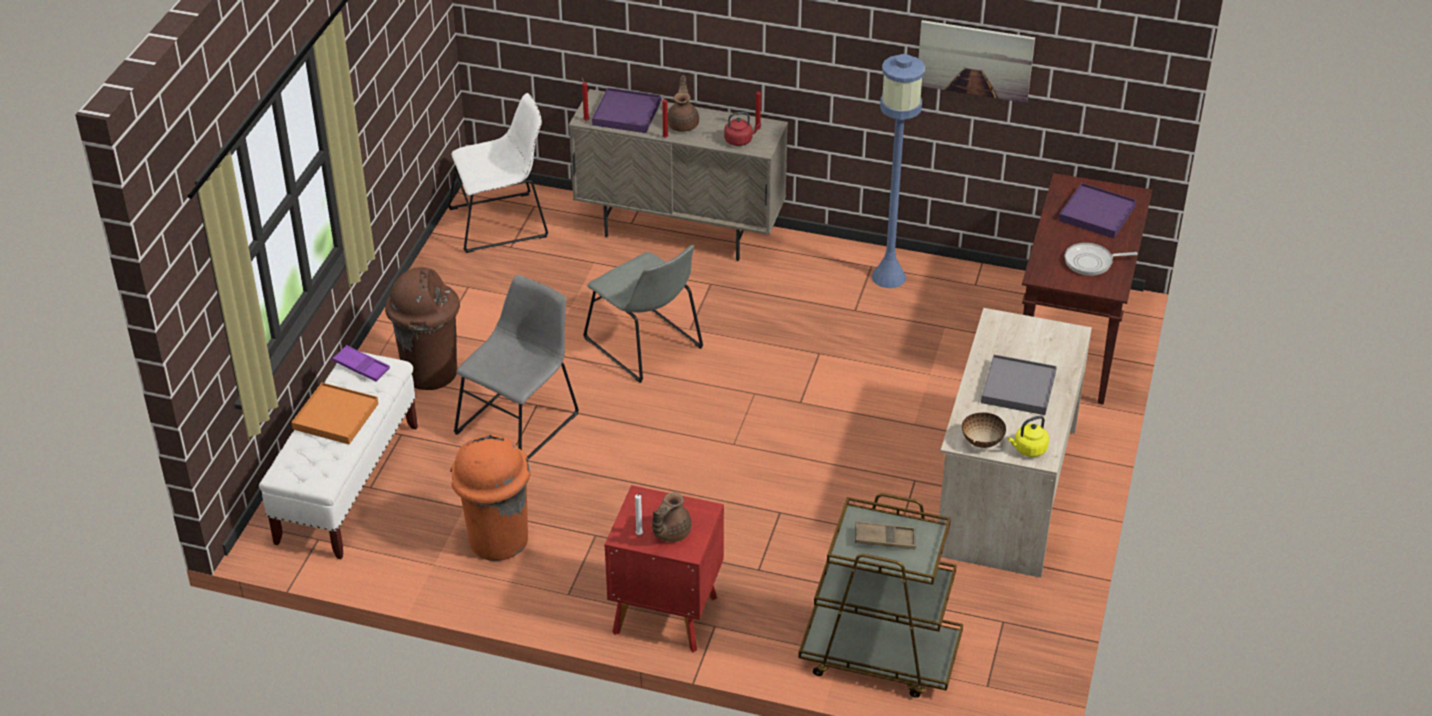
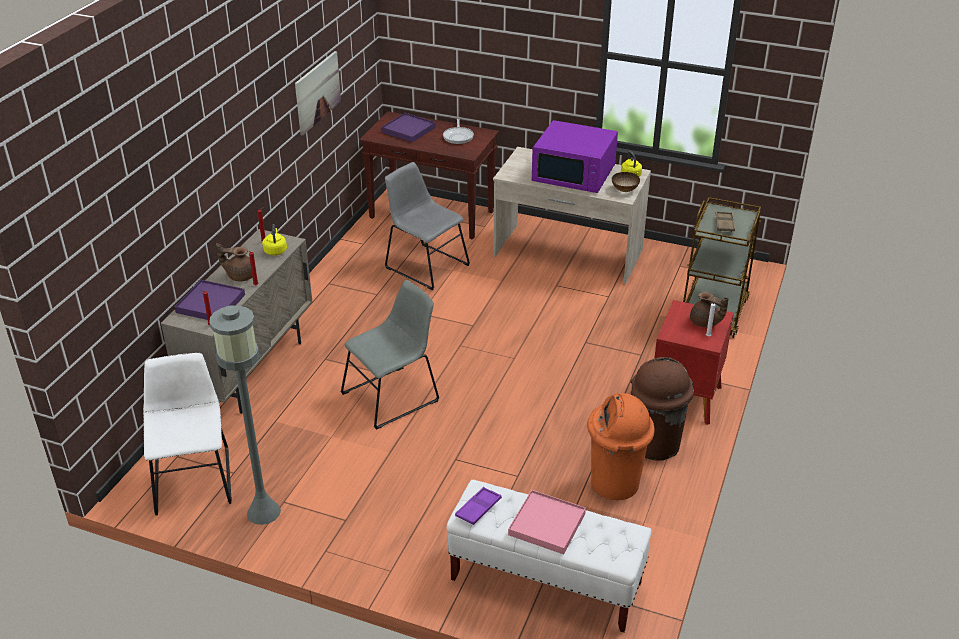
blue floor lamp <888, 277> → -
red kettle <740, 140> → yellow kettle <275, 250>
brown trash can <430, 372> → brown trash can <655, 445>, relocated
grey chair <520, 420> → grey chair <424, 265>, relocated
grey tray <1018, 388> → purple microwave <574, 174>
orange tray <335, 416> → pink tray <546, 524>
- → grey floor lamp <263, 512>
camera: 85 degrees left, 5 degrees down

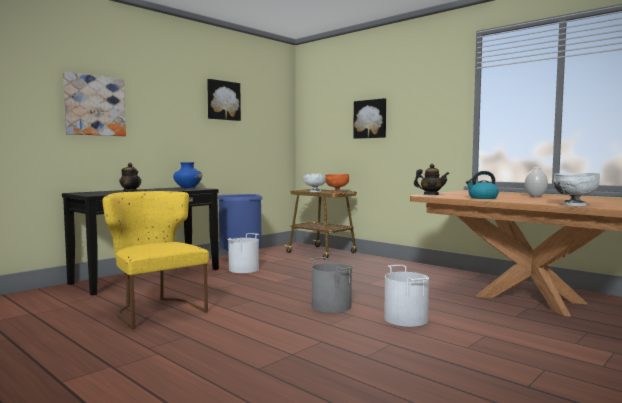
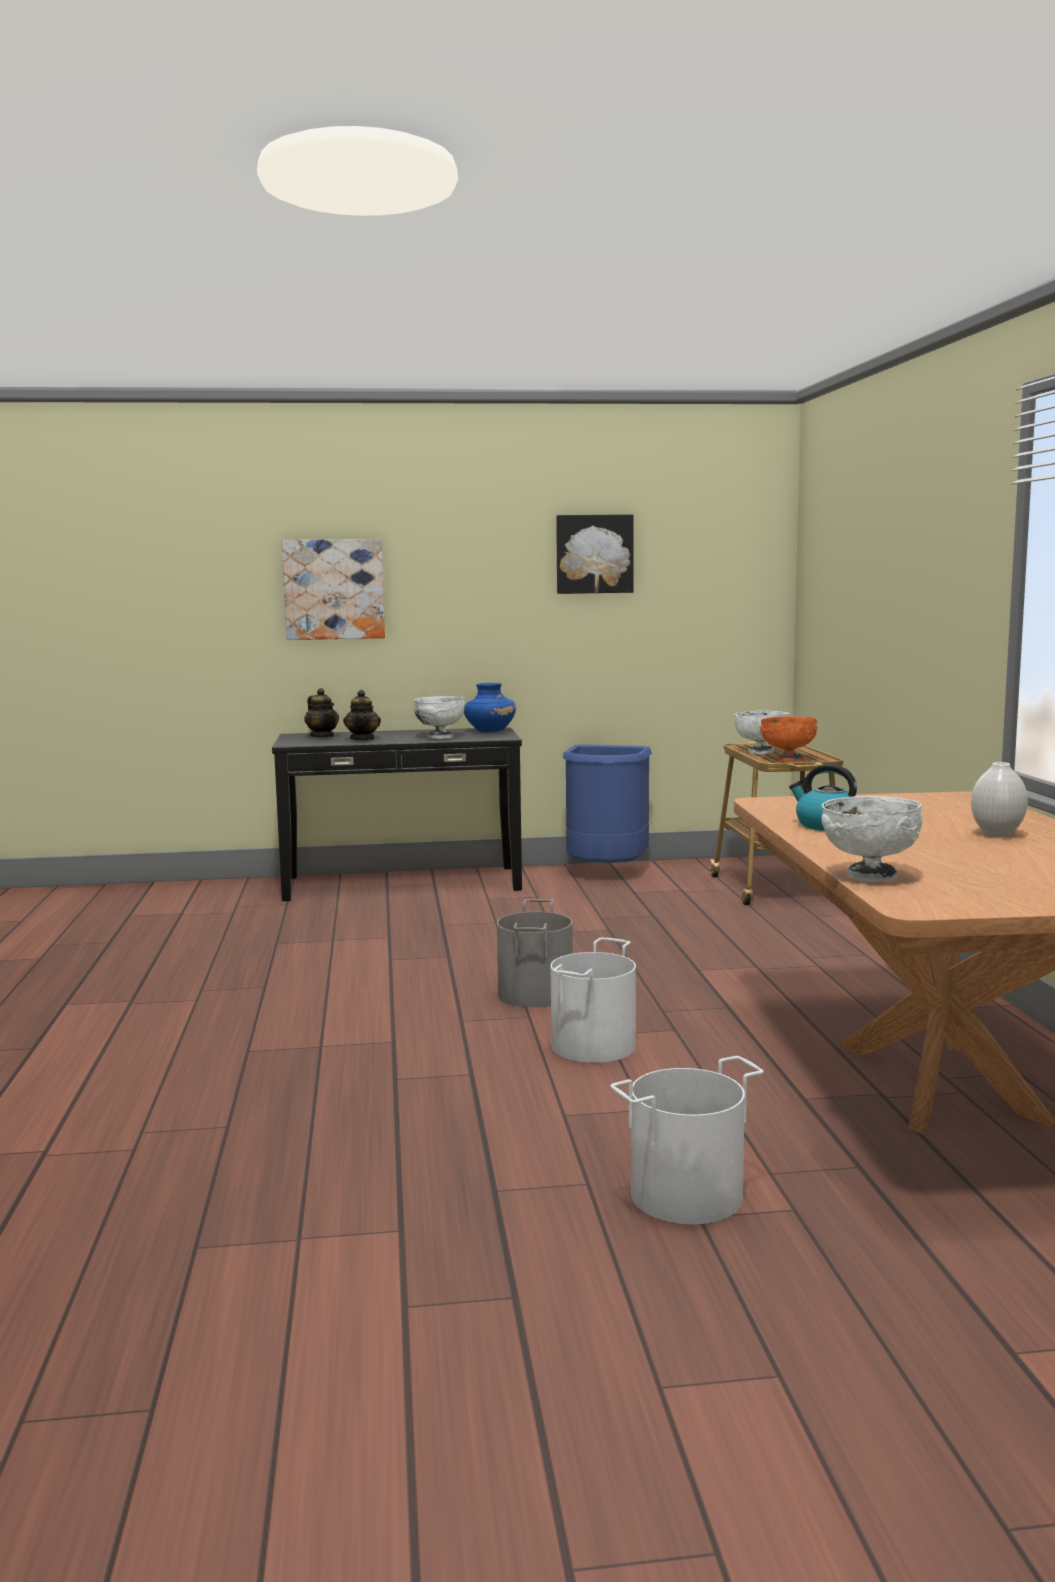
picture <370, 119> → -
teapot <431, 195> → teapot <322, 736>, relocated
yellow chair <156, 310> → -
white bucket <244, 269> → white bucket <687, 1195>, relocated
- → white bowl <439, 737>
camera: 40 degrees right, 5 degrees up

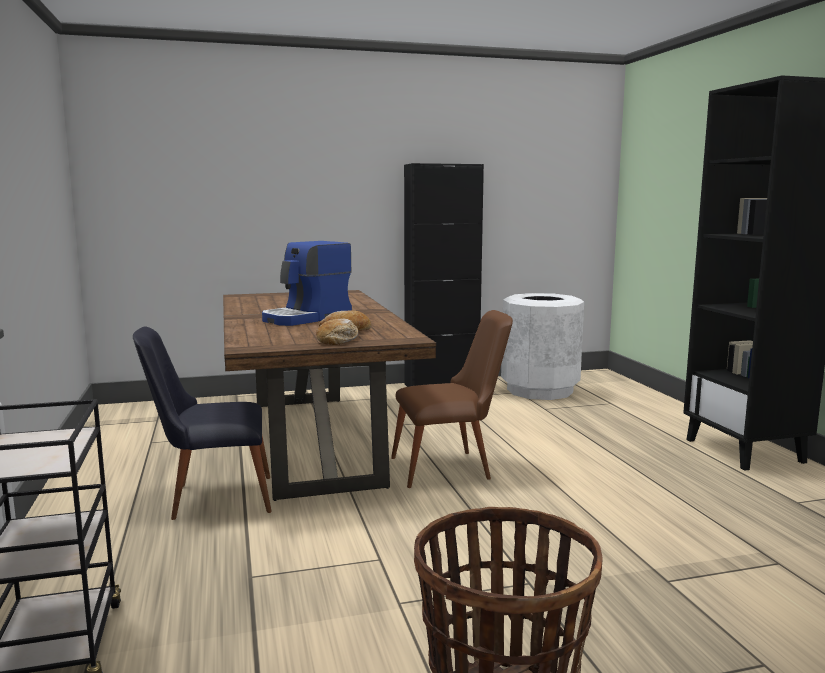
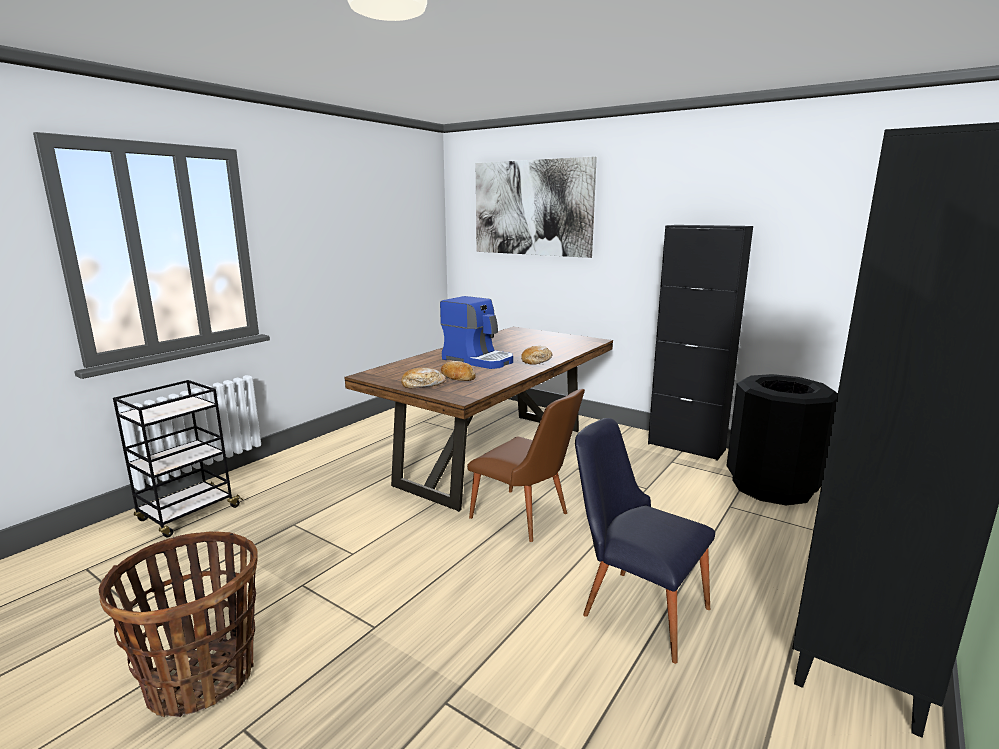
coffee machine <307, 318> → coffee machine <478, 360>, 150 degrees counterclockwise
white trash can <540, 390> → black trash can <772, 486>
black chair <211, 498> → black chair <635, 606>, relocated
- → picture <532, 208>
- → bread <537, 361>
camera: 50 degrees right, 5 degrees up

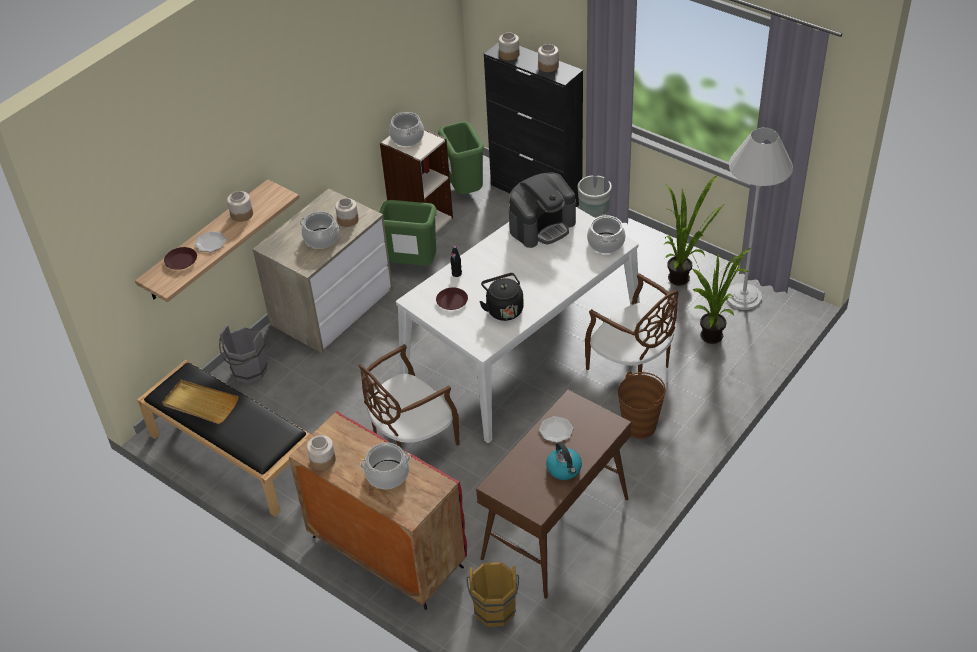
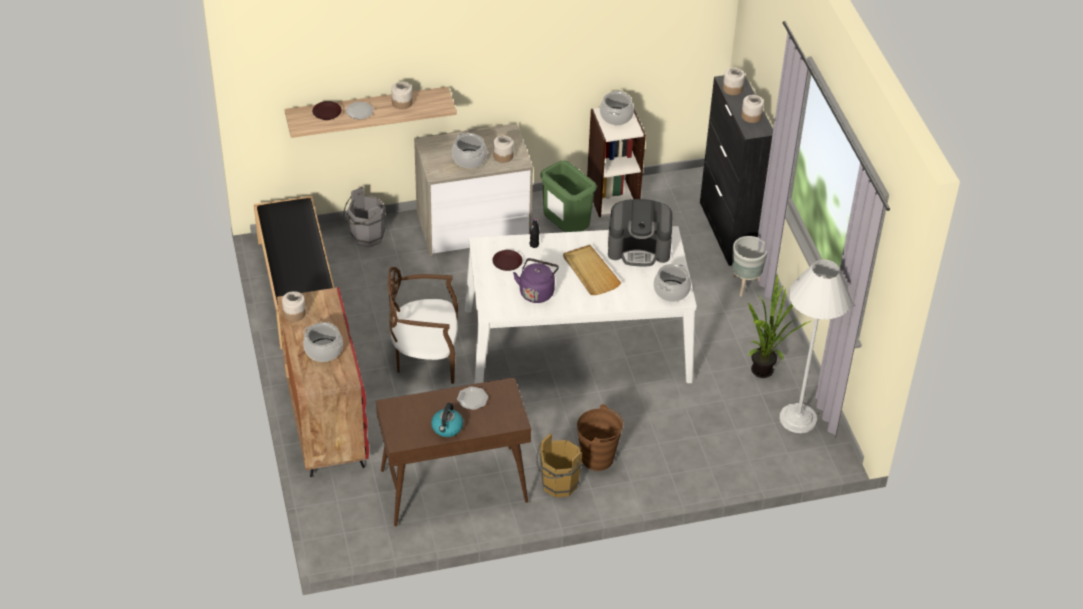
green trash can <465, 191> → -
potted plant <712, 341> → -
black kettle <503, 309> → purple kettle <537, 291>
brown chair <632, 365> → -
beige tray <200, 404> → beige tray <590, 272>, relocated
brown bucket <495, 613> → brown bucket <557, 485>, relocated
camera: 35 degrees right, 0 degrees up

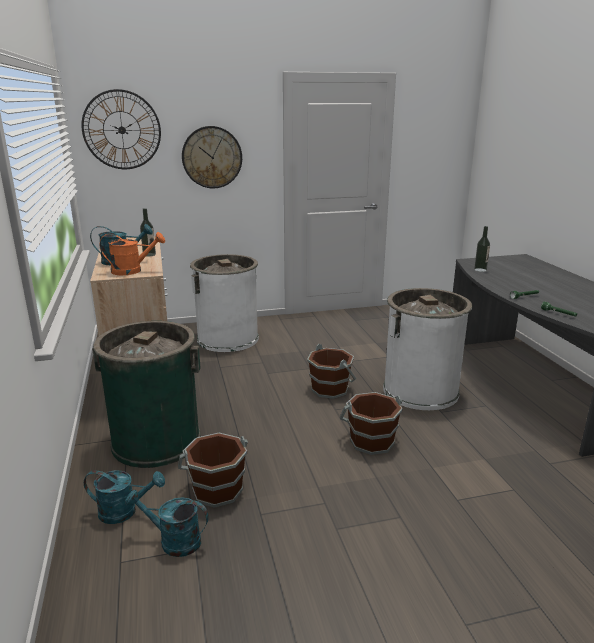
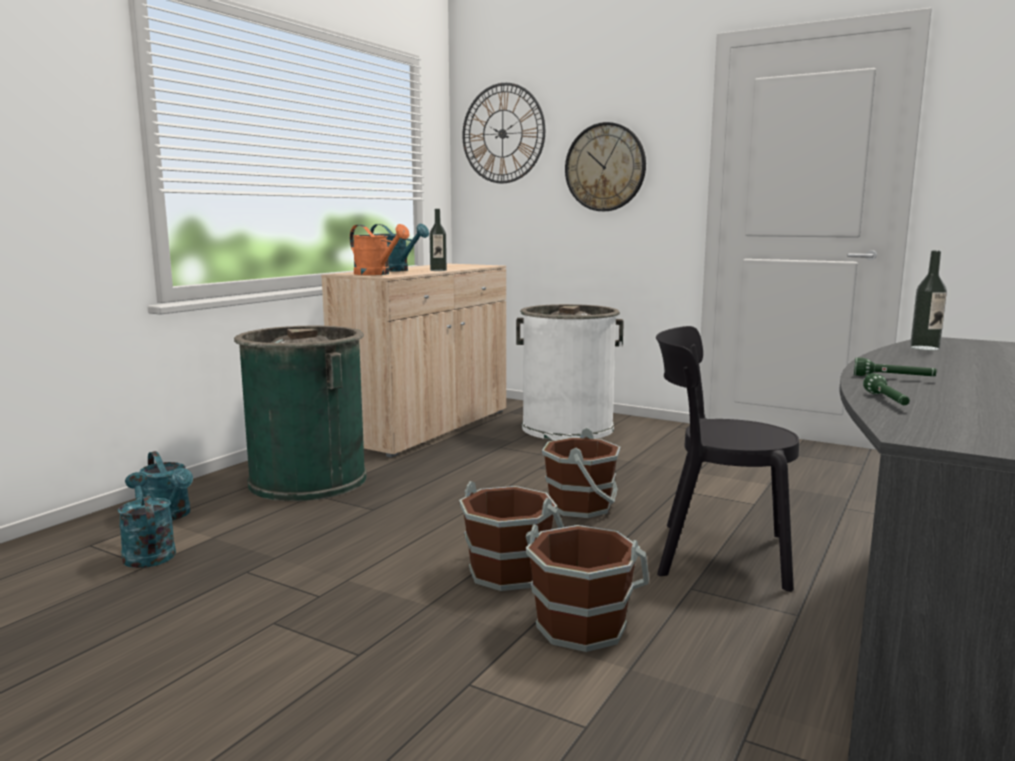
white trash can <420, 390> → black chair <715, 554>
brown bucket <217, 489> → brown bucket <581, 625>, relocated
camera: 45 degrees right, 10 degrees down

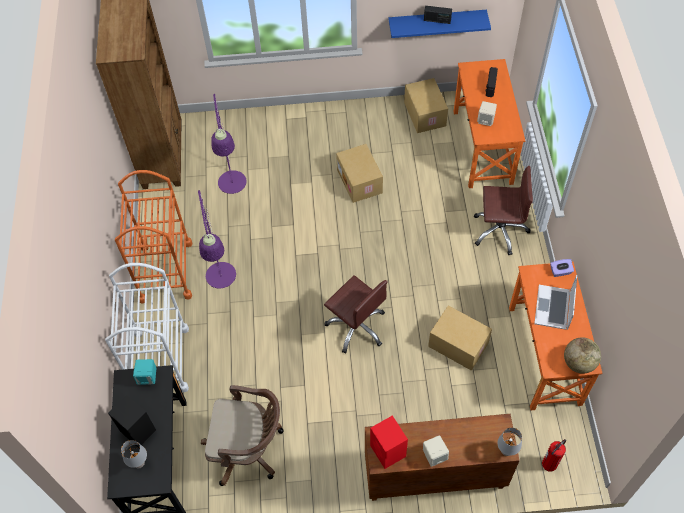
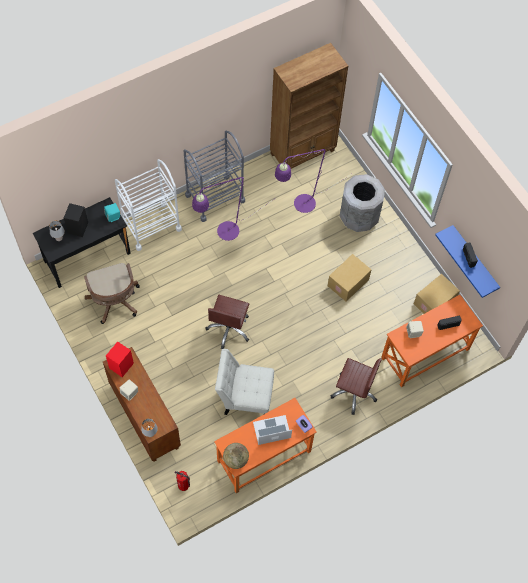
brown office chair <499, 230> → brown office chair <354, 392>, 45 degrees counterclockwise
orange cart <166, 271> → grey cart <215, 198>
cardboard box <457, 345> → white chair <245, 397>
- → grey trash can <358, 217>
camera: 60 degrees right, 5 degrees up

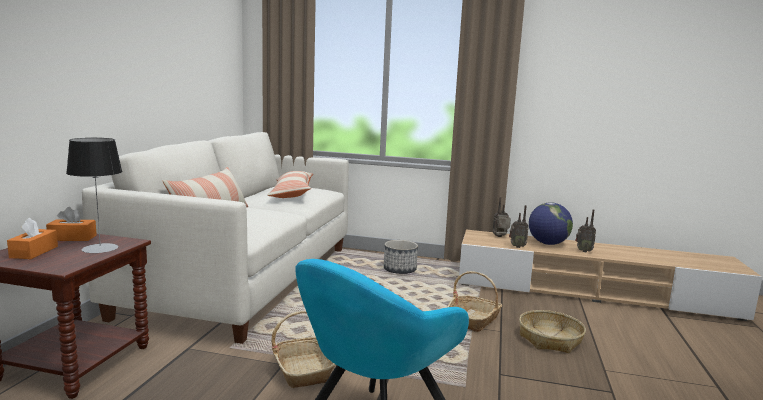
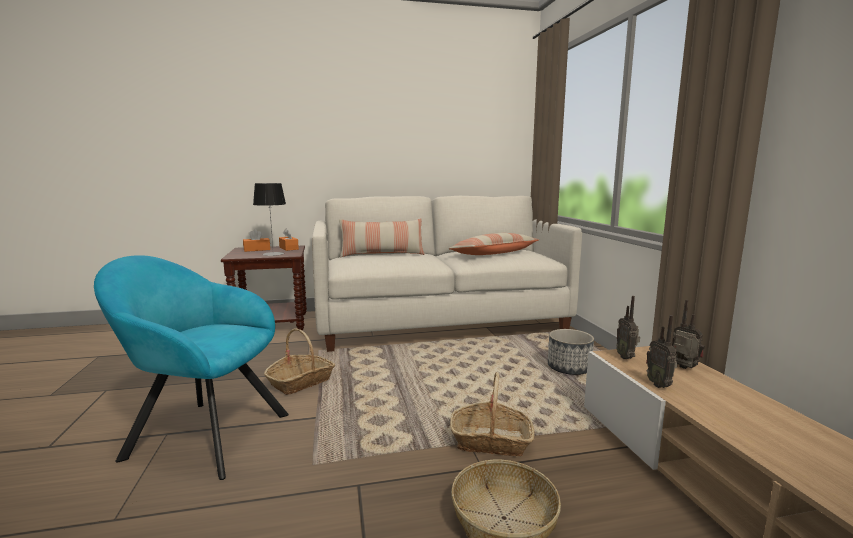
globe <548, 243> → -
radio <583, 251> → radio <626, 357>, relocated
camera: 65 degrees right, 0 degrees up

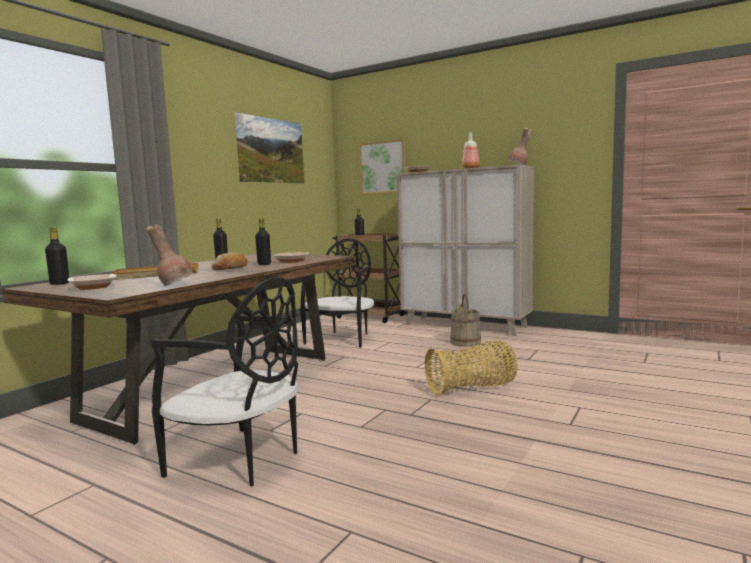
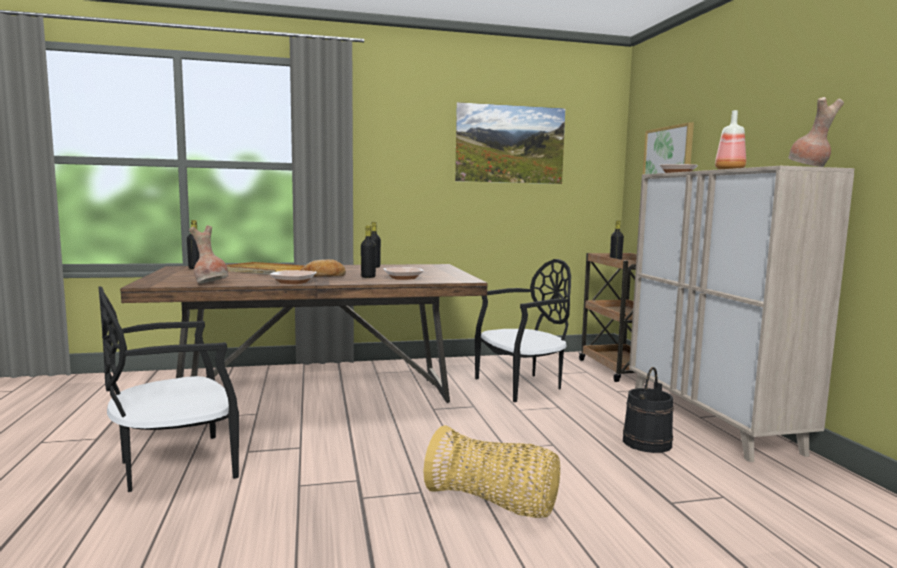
bowl <93, 287> → bowl <293, 282>, relocated
black chair <240, 460> → black chair <175, 466>, 75 degrees clockwise
beige bucket <465, 342> → black bucket <646, 442>
camera: 45 degrees right, 0 degrees up

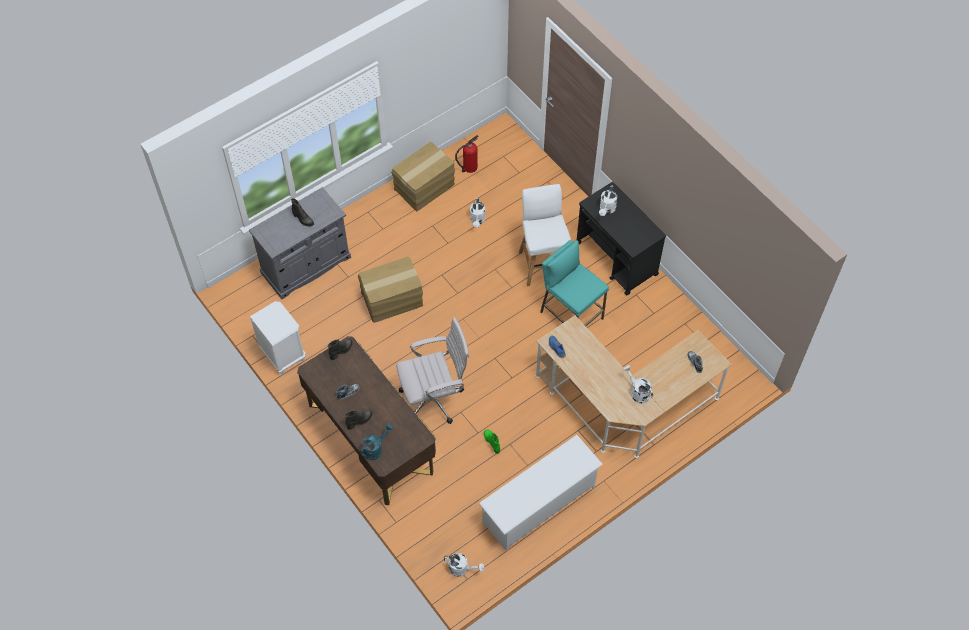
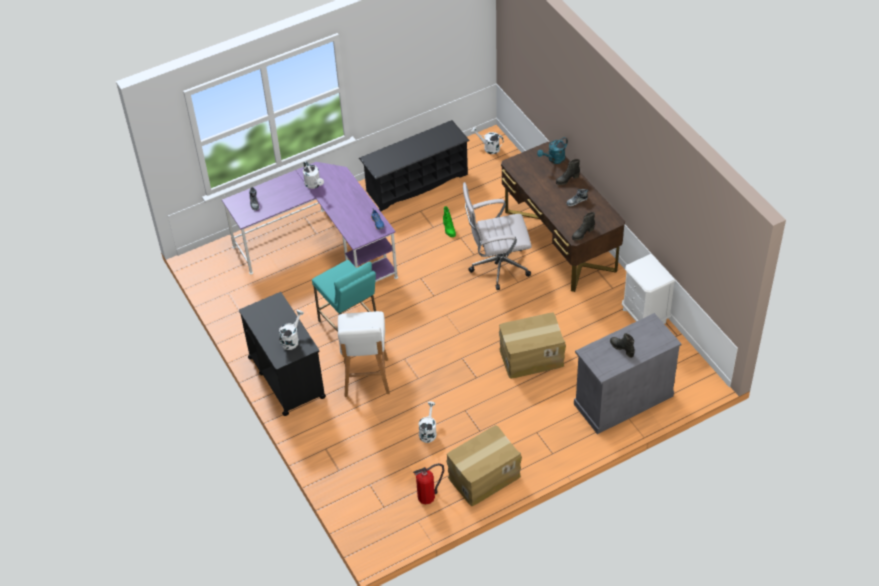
beige desk <625, 405> → purple desk <320, 248>
white shoe rack <539, 505> → black shoe rack <416, 183>
camera: 170 degrees left, 10 degrees down

